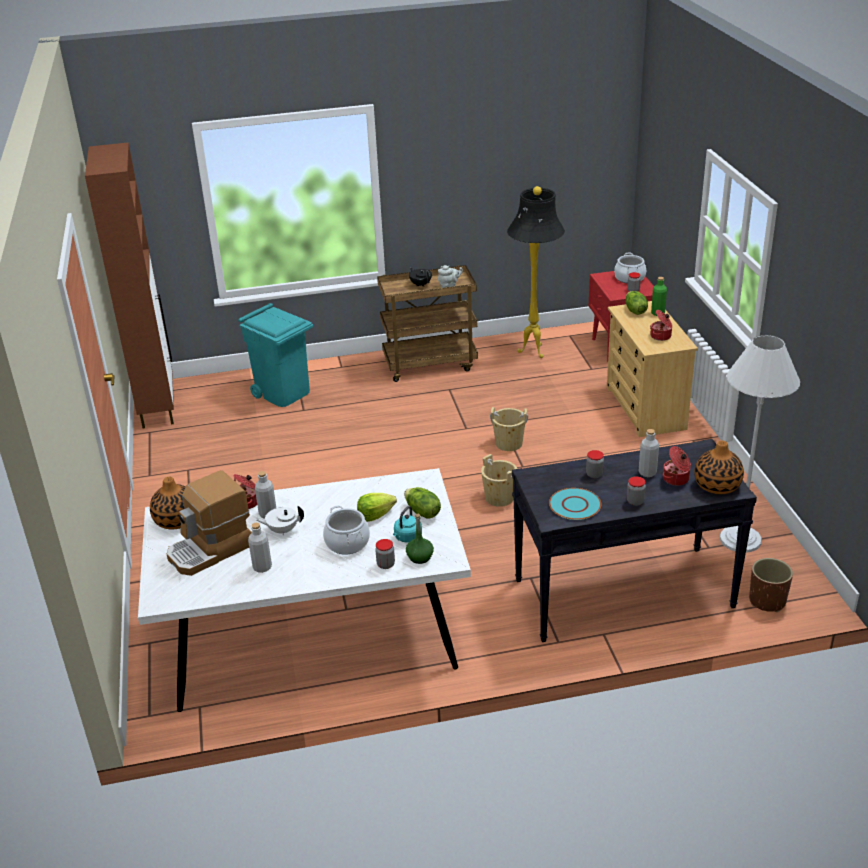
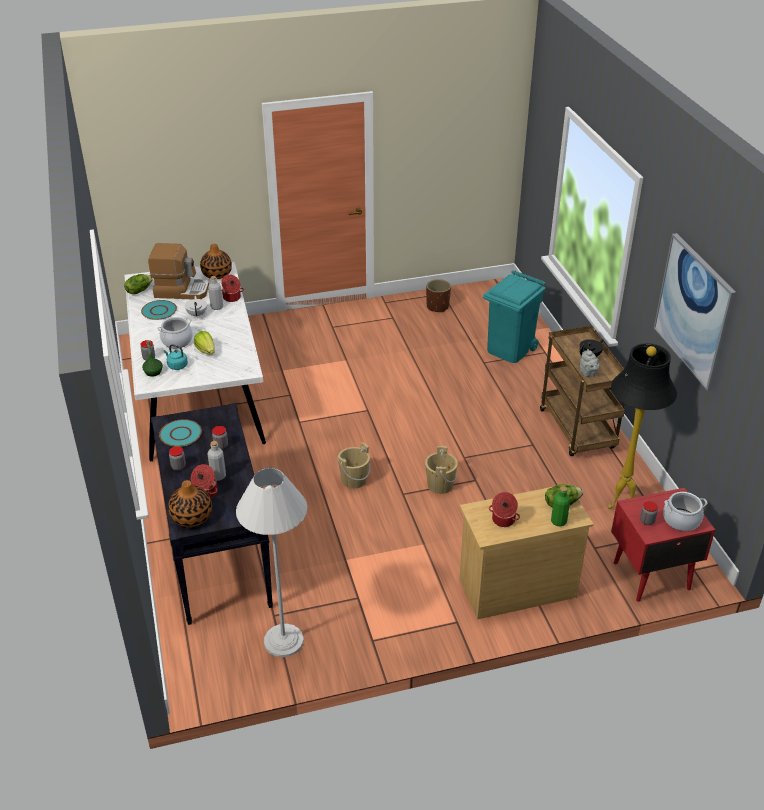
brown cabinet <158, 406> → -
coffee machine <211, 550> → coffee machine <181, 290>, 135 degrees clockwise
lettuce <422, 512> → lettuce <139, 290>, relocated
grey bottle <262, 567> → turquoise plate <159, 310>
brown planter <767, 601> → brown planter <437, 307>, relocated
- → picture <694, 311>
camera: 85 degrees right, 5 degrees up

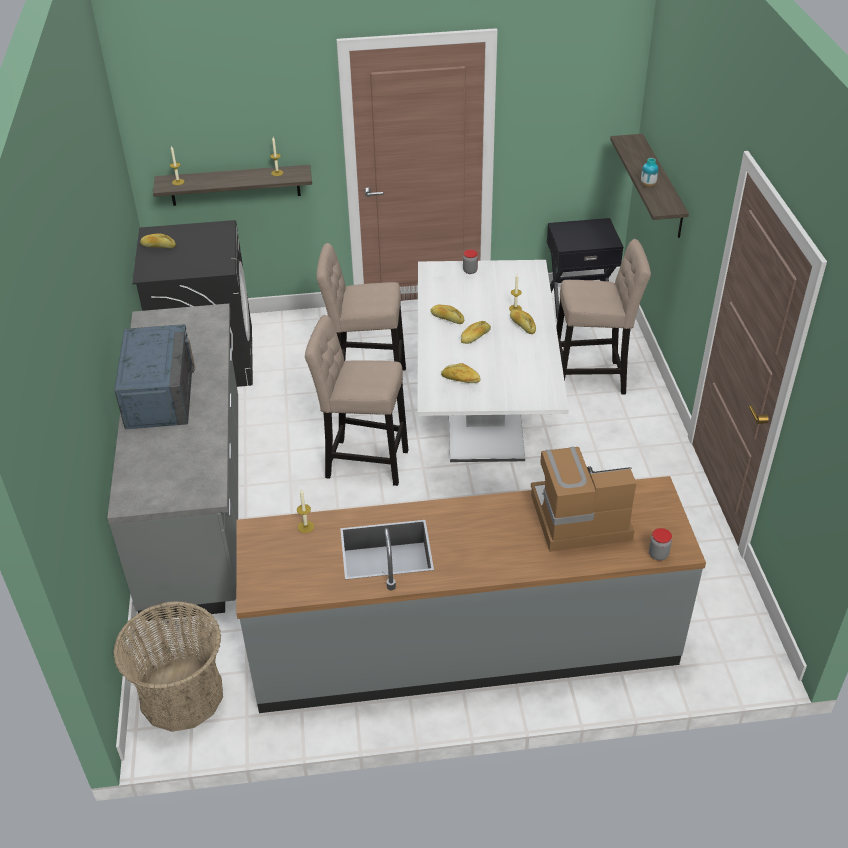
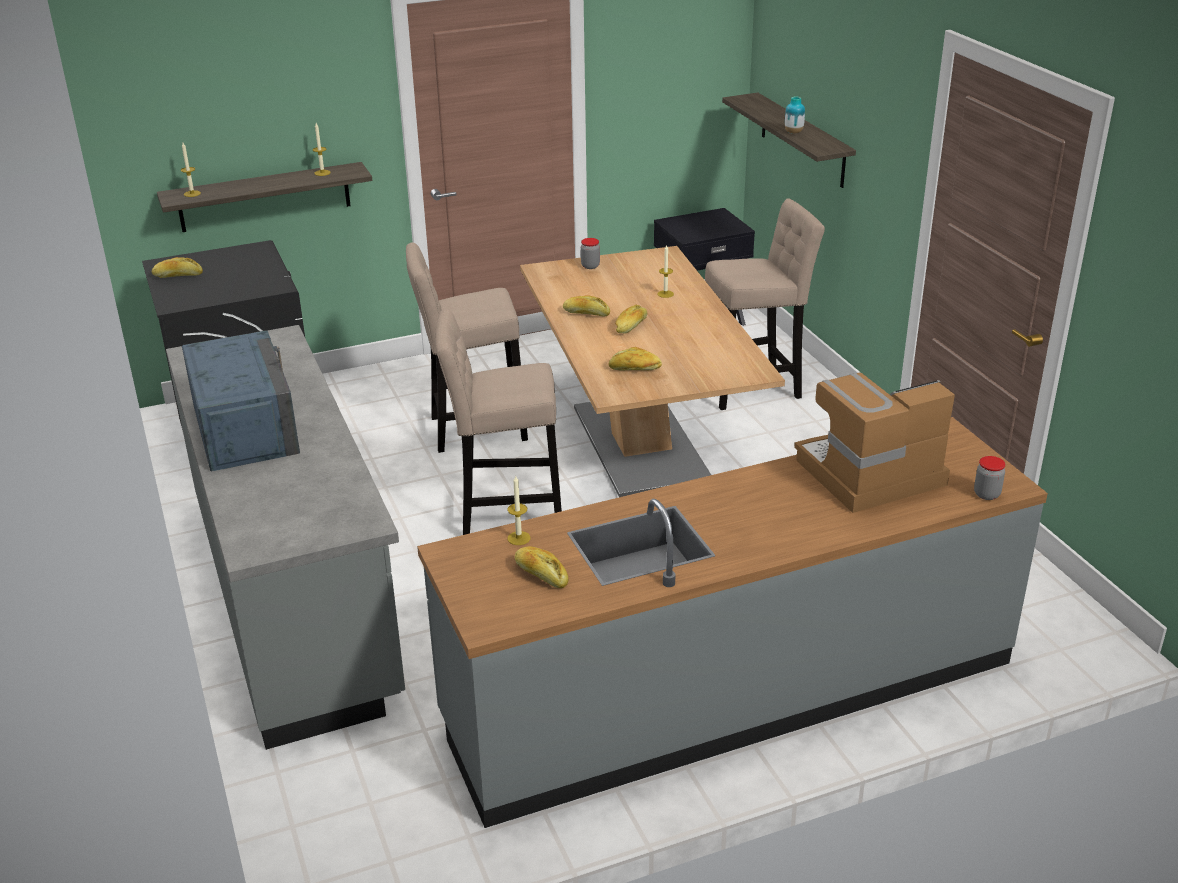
white dining table <484, 415> → brown dining table <640, 443>
bread <522, 325> → bread <541, 574>, relocated
basket <181, 695> → -
camera: 15 degrees left, 10 degrees down

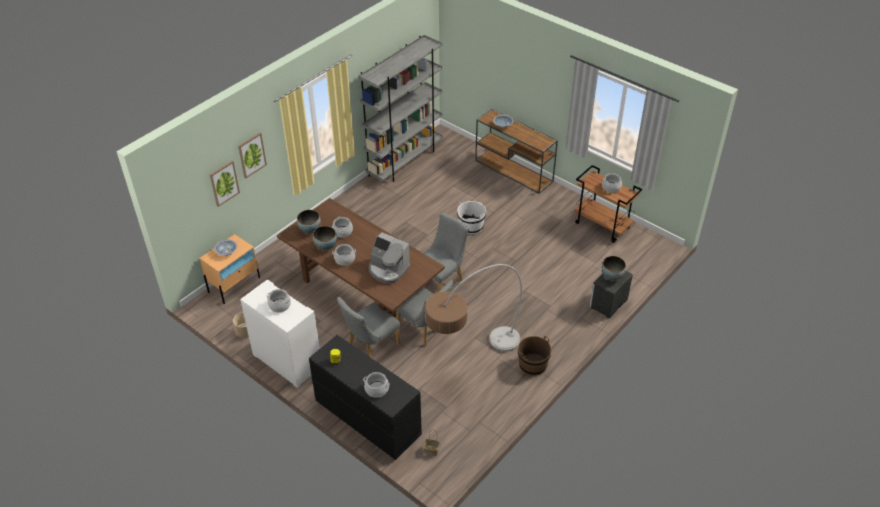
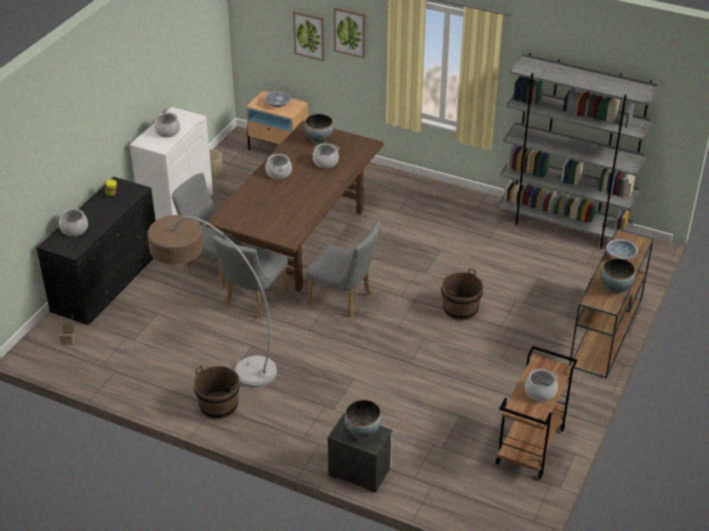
white bucket <471, 226> → brown bucket <460, 309>
bowl <326, 247> → bowl <615, 288>, relocated
coffee machine <388, 269> → -
camera: 75 degrees right, 5 degrees down

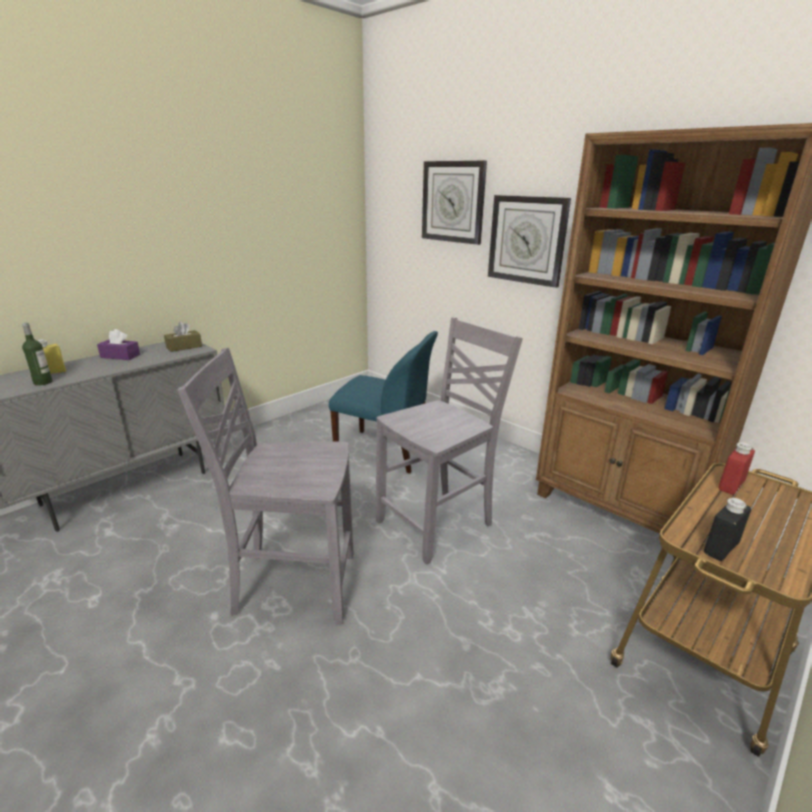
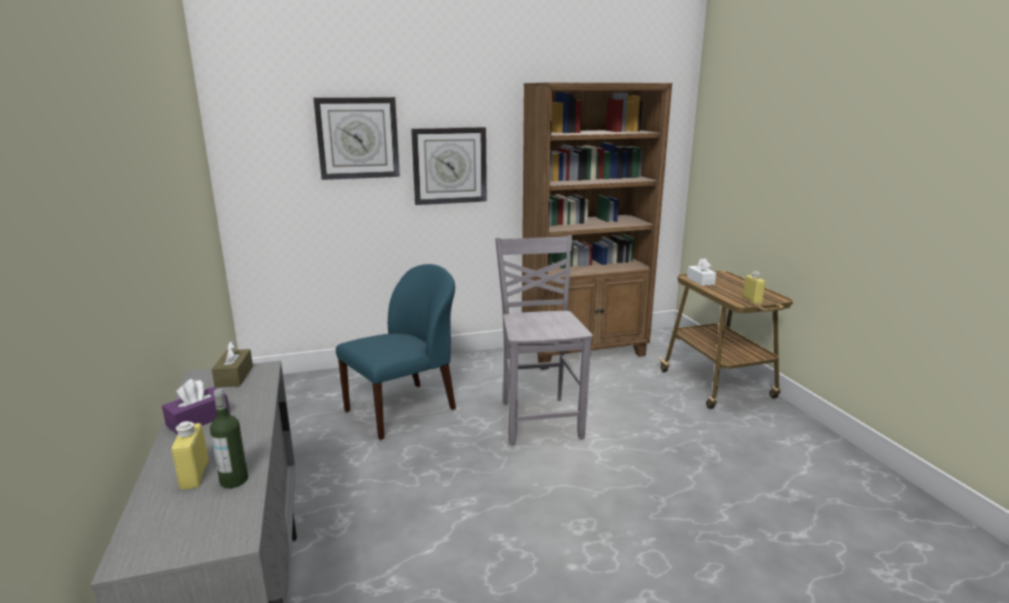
grey chair <293, 584> → -
red bottle <731, 485> → white tissue box <700, 281>
black bottle <721, 548> → yellow bottle <752, 300>
camera: 60 degrees left, 5 degrees down

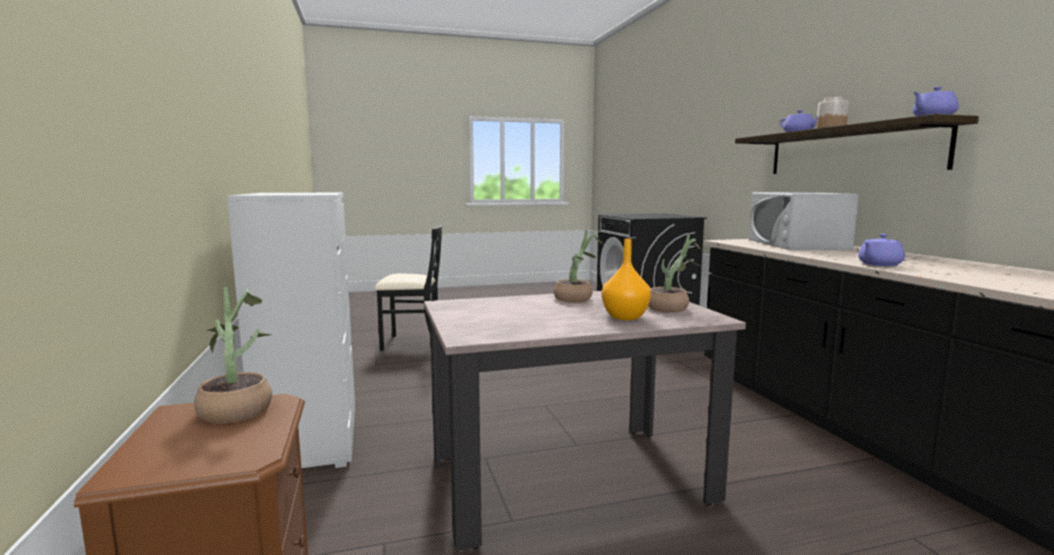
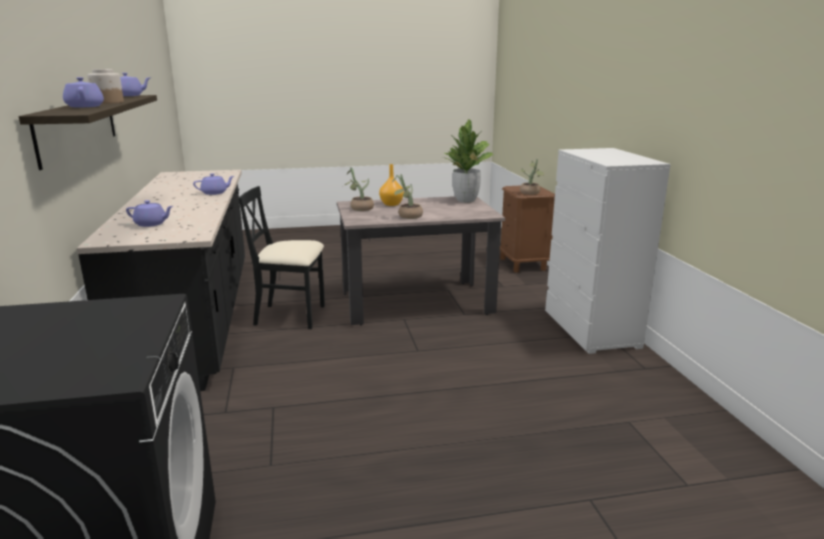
white microwave <796, 244> → purple teapot <151, 224>
black chair <412, 343> → black chair <291, 316>, relocated
- → potted plant <465, 200>
camera: 175 degrees left, 10 degrees up

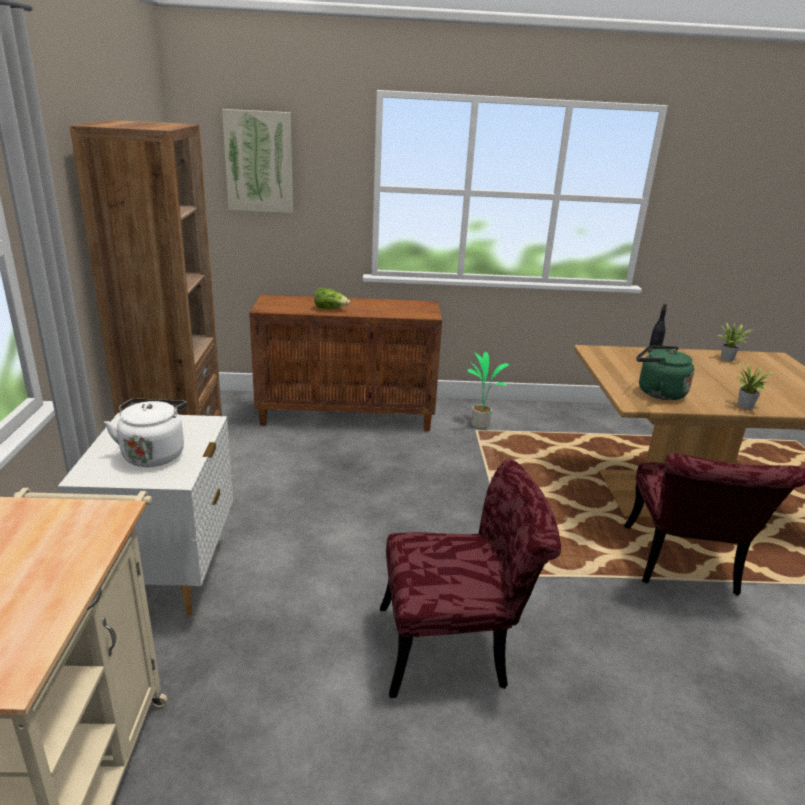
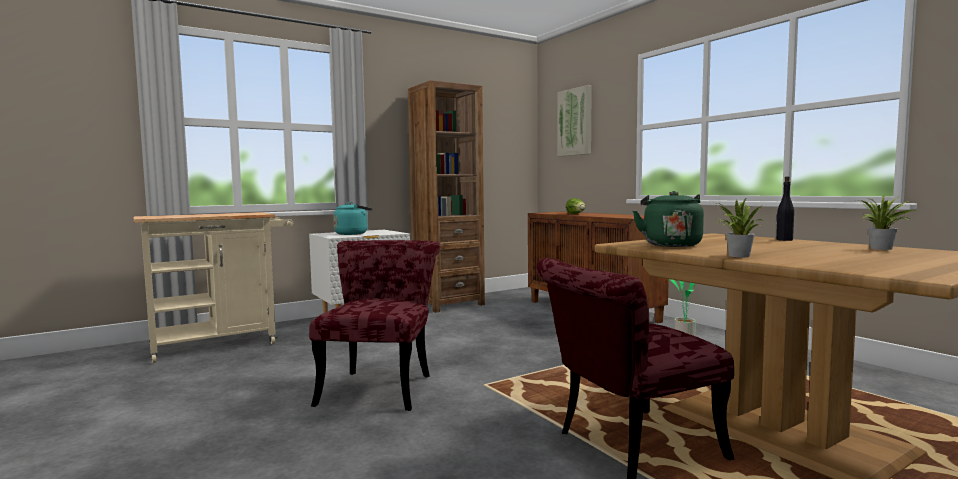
white kettle <154, 454> → turquoise kettle <353, 234>
red chair <456, 646> → red chair <380, 385>, 135 degrees counterclockwise
camera: 60 degrees right, 20 degrees down

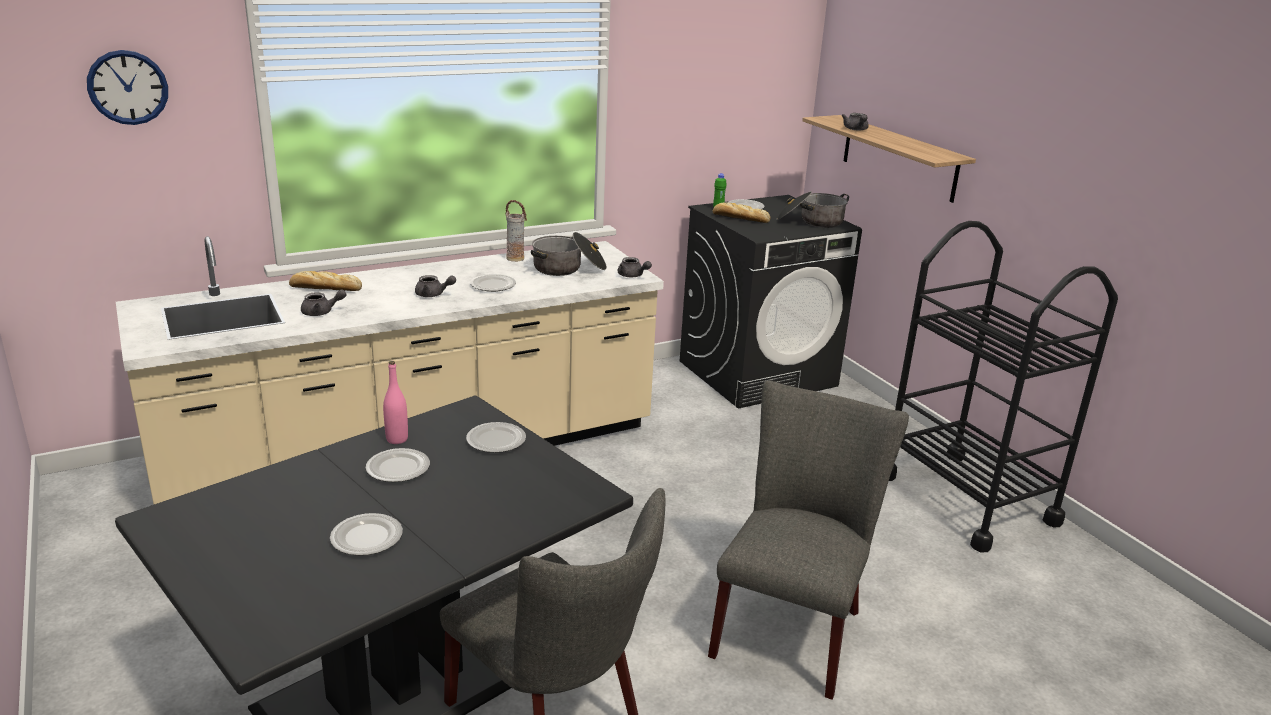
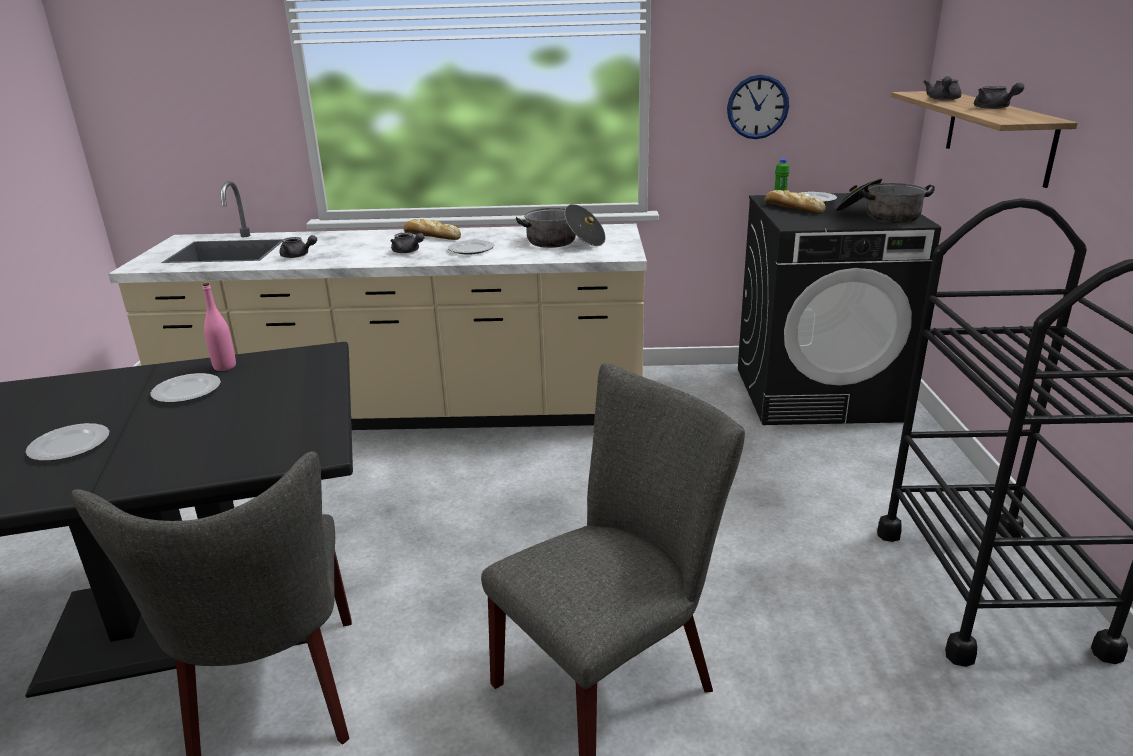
wall clock <128, 87> → wall clock <757, 107>, relocated
vase <515, 258> → -
grey teapot <632, 276> → grey teapot <994, 108>, relocated
bread <324, 288> → bread <431, 236>, relocated
plate <495, 441> → -
camera: 30 degrees right, 0 degrees up

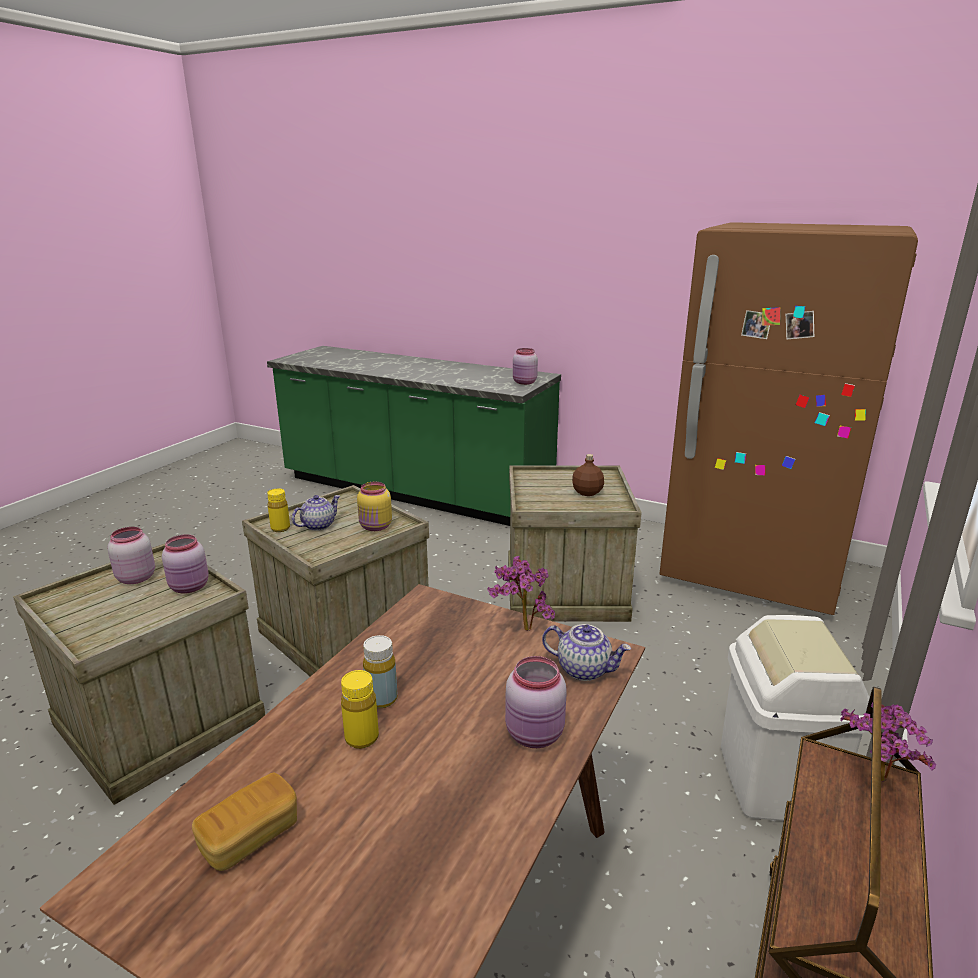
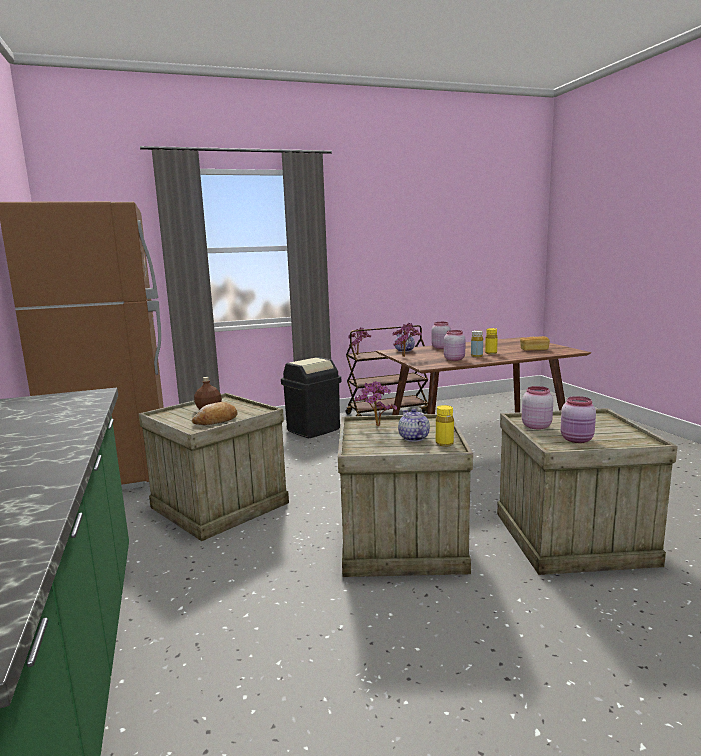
pink jar <524, 383> → pink jar <454, 359>, relocated
yellow jar <376, 527> → potted plant <375, 426>
teapot <318, 525> → teapot <413, 438>, 75 degrees clockwise
white trash can <776, 782> → black trash can <313, 429>
- → bread <216, 420>
camera: 135 degrees left, 10 degrees down

